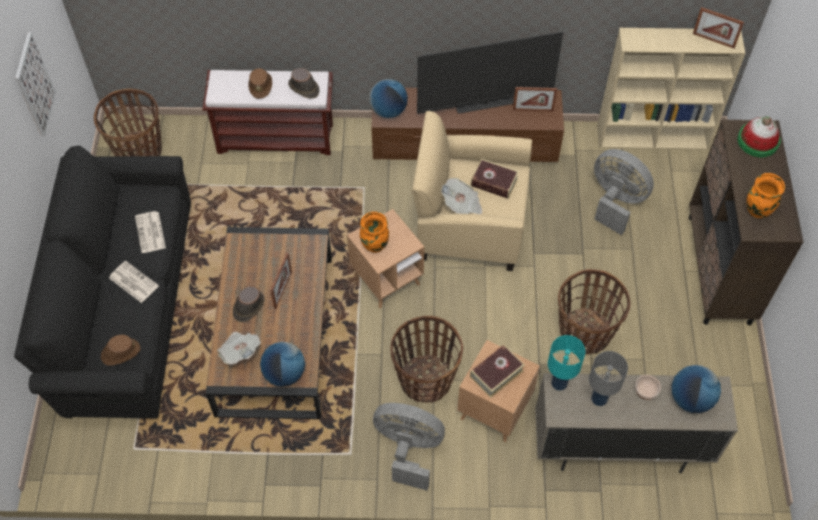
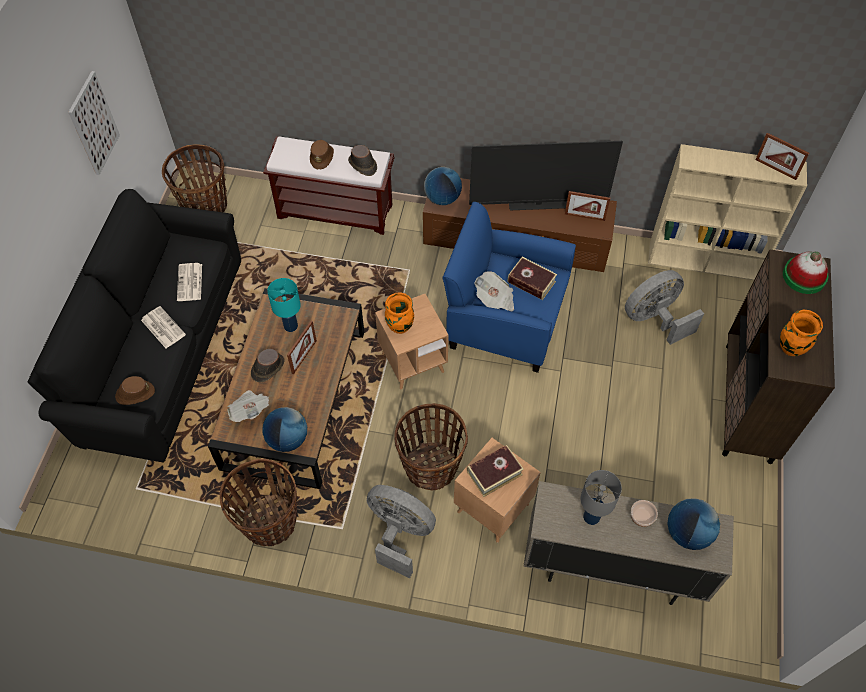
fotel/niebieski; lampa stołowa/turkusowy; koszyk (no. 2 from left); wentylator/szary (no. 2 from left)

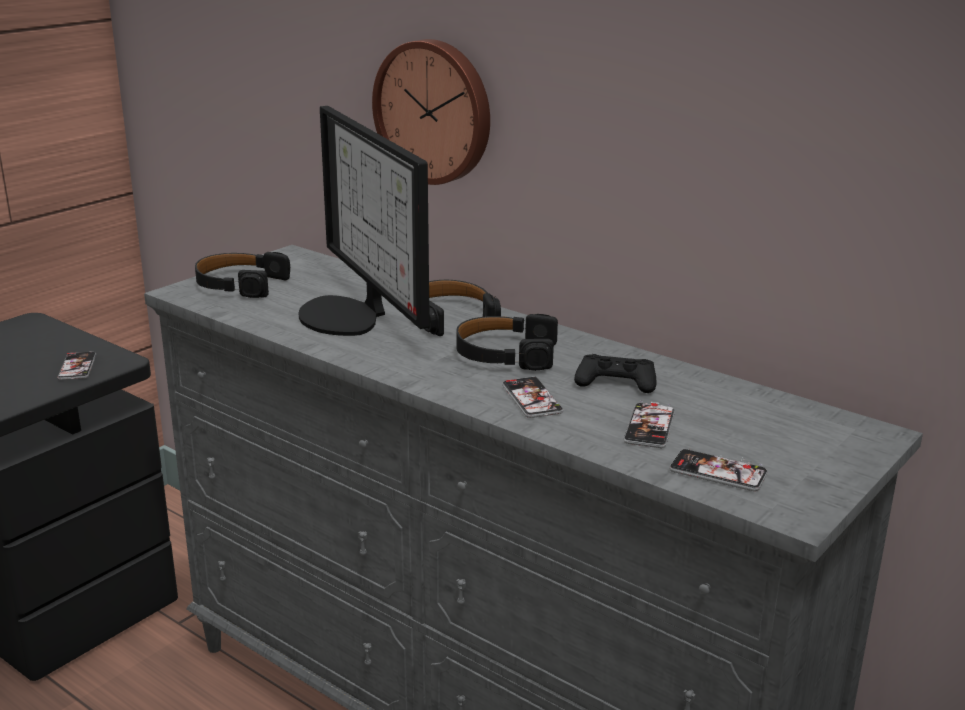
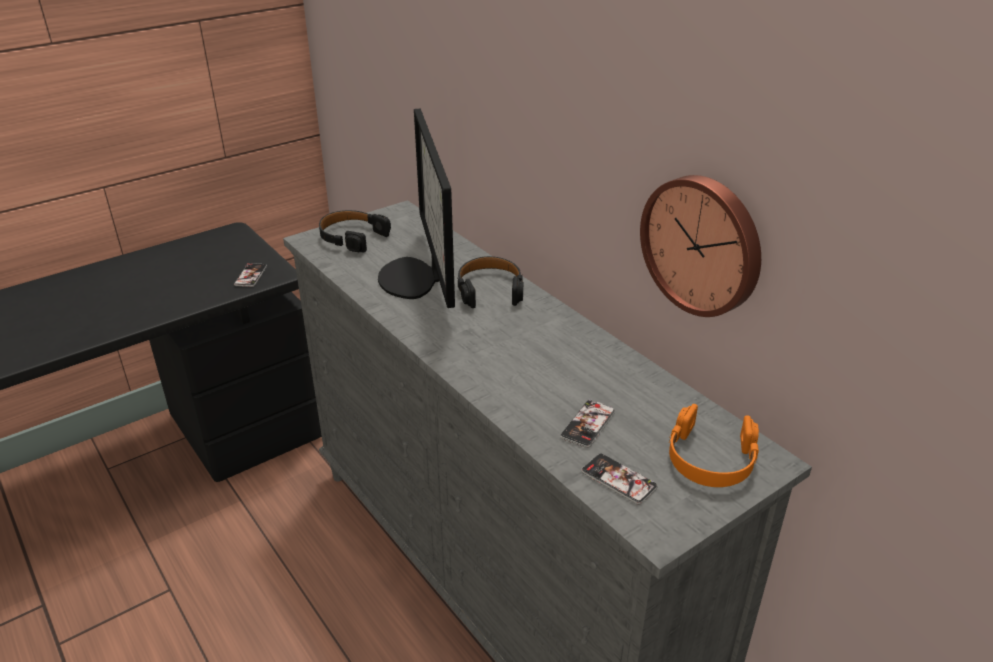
zegar ścienny; słuchawki/czarny (no. 3 from left in the first image); telefon (no. 2 from left in the first image); pad do gier/czarny; słuchawki/pomarańczowy

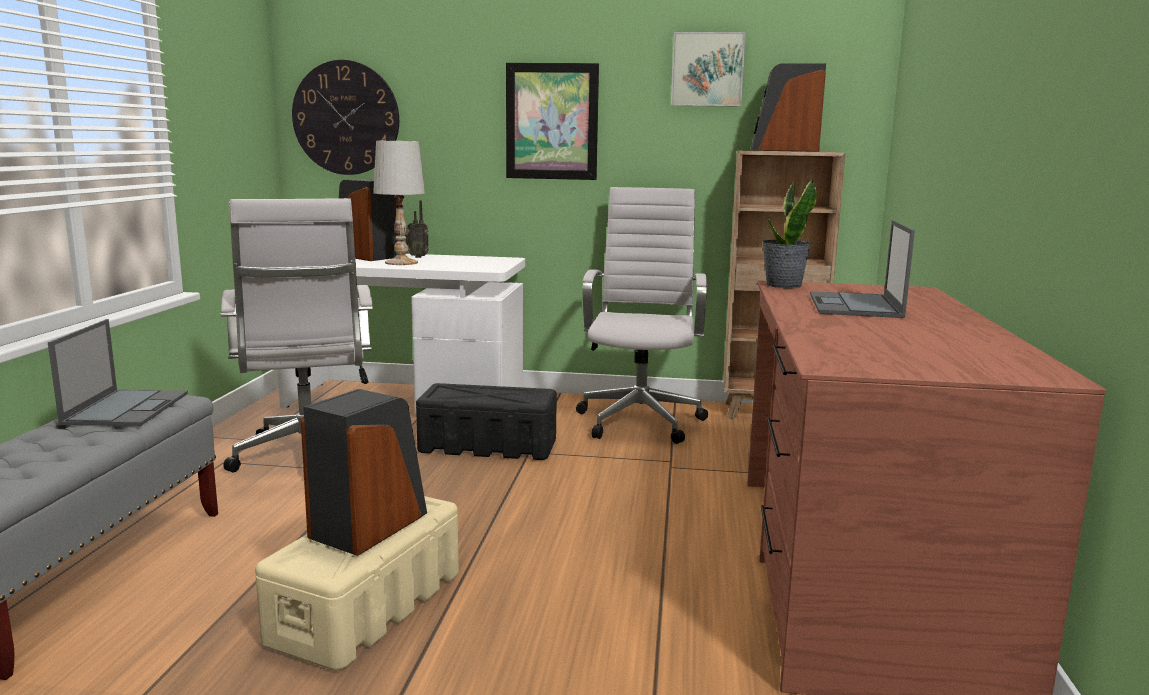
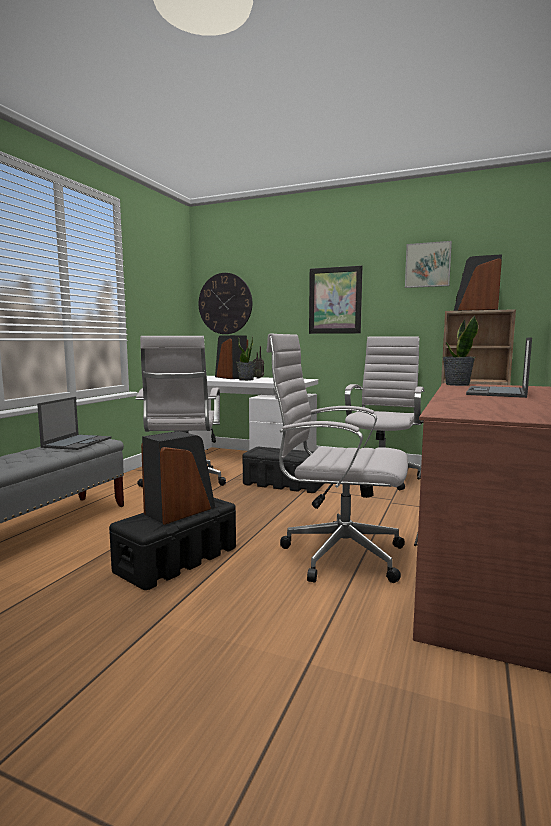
pojemnik do przechowywania/czarny (no. 1 from left); roślina doniczkowa (no. 1 from left); krzesło biurowe/biały (no. 2 from left)

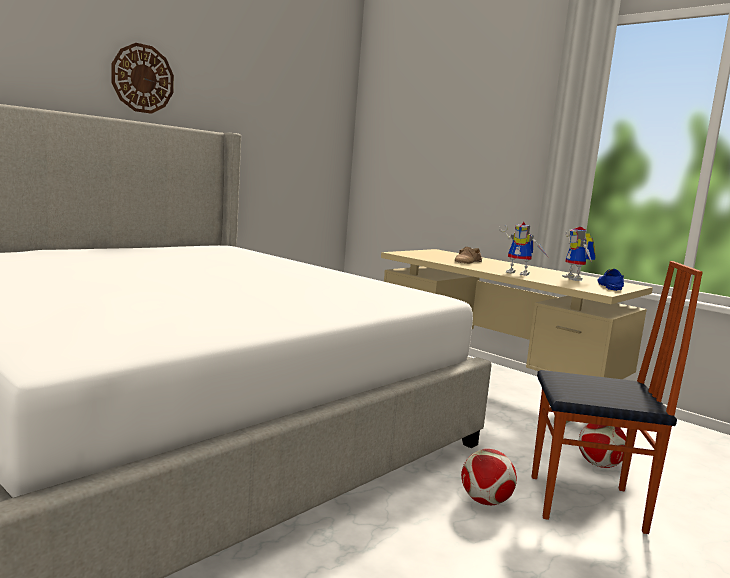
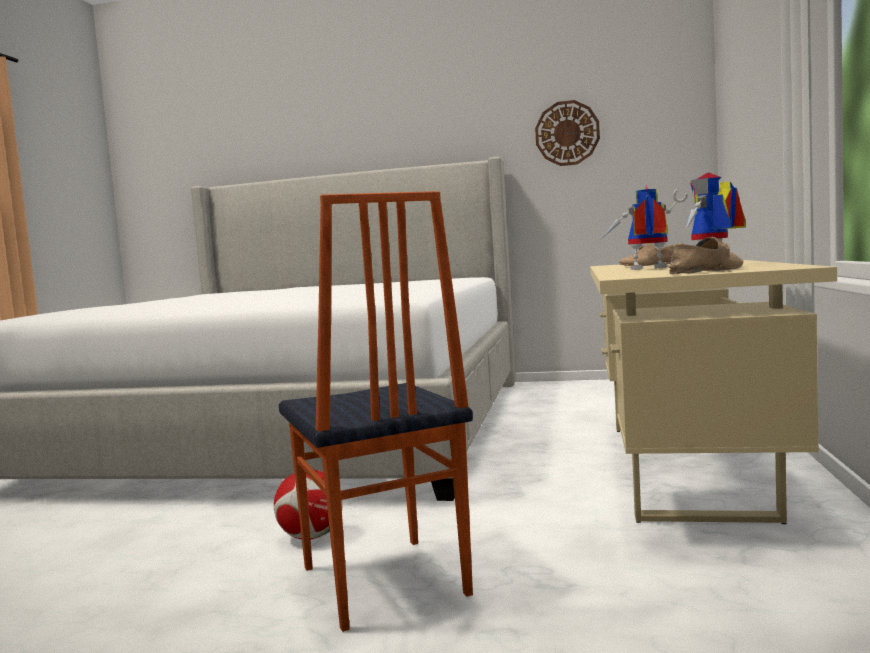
zegar ścienny; robot zabawkowy (no. 1 from left); piłka futbolowa (no. 2 from left in the first image); but/beżowy (no. 2 from left)

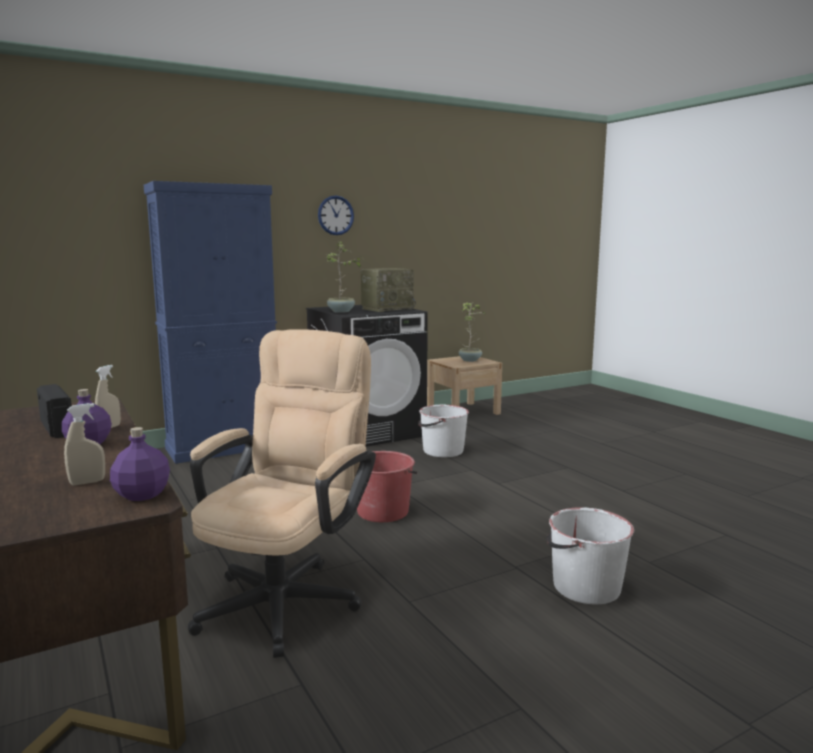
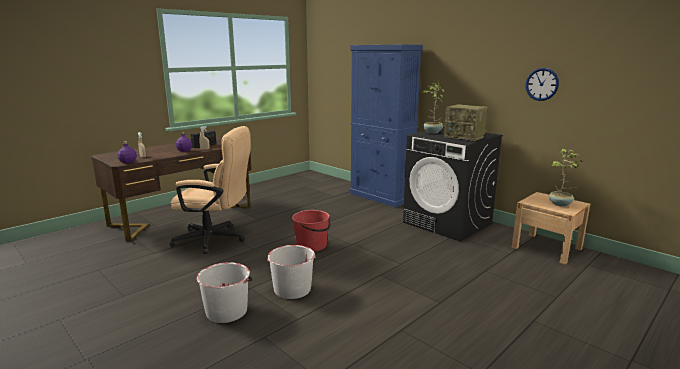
zegar ścienny; wiadro/biały (no. 2 from left)

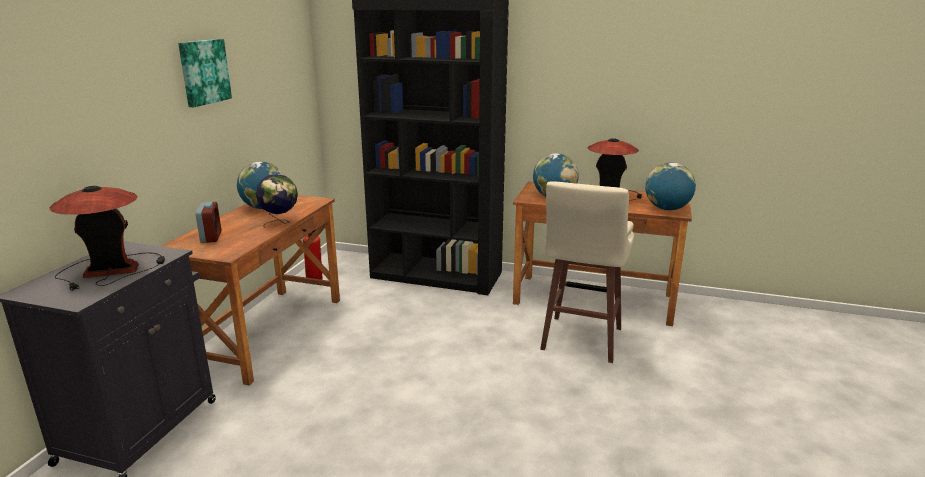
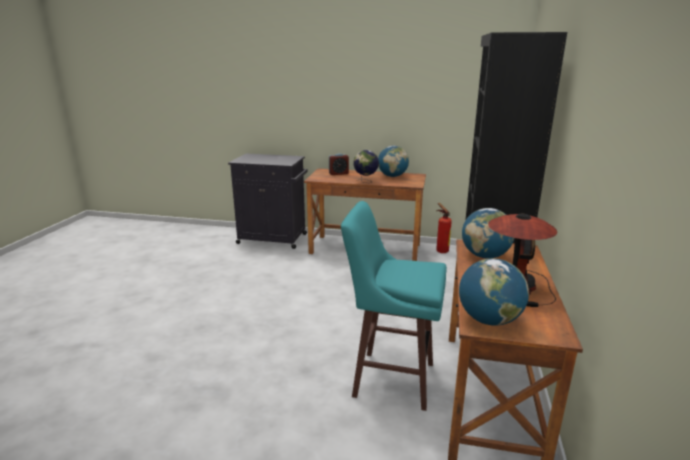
lampa stołowa (no. 1 from left in the first image); obraz; stołek/turkusowy

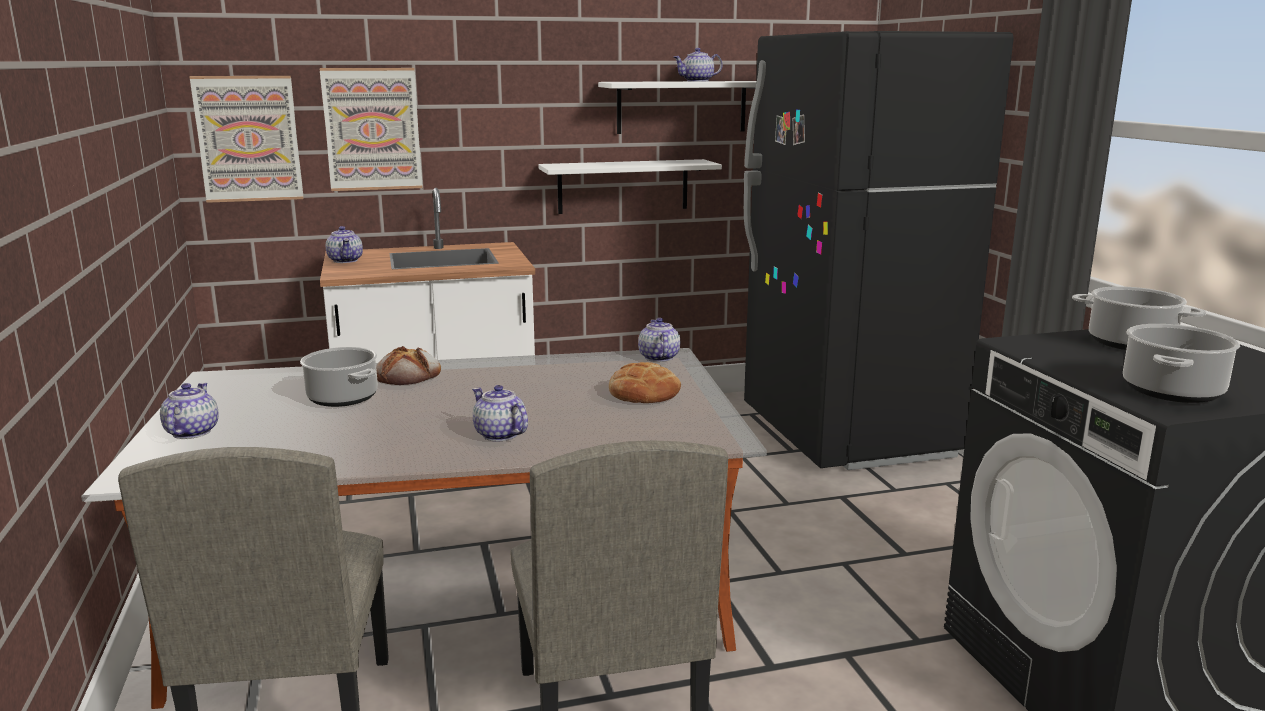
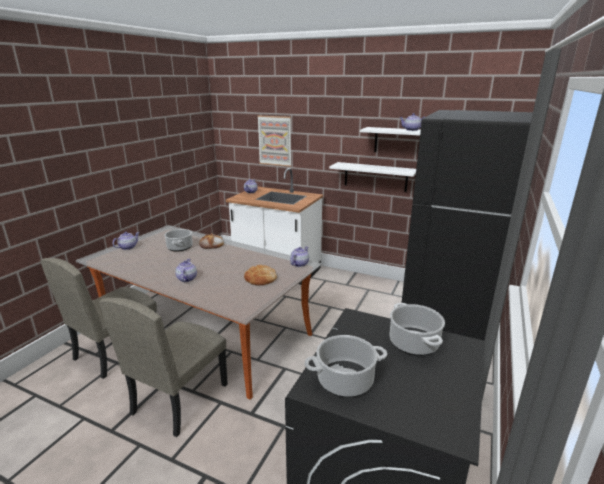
obraz (no. 1 from left in the first image)

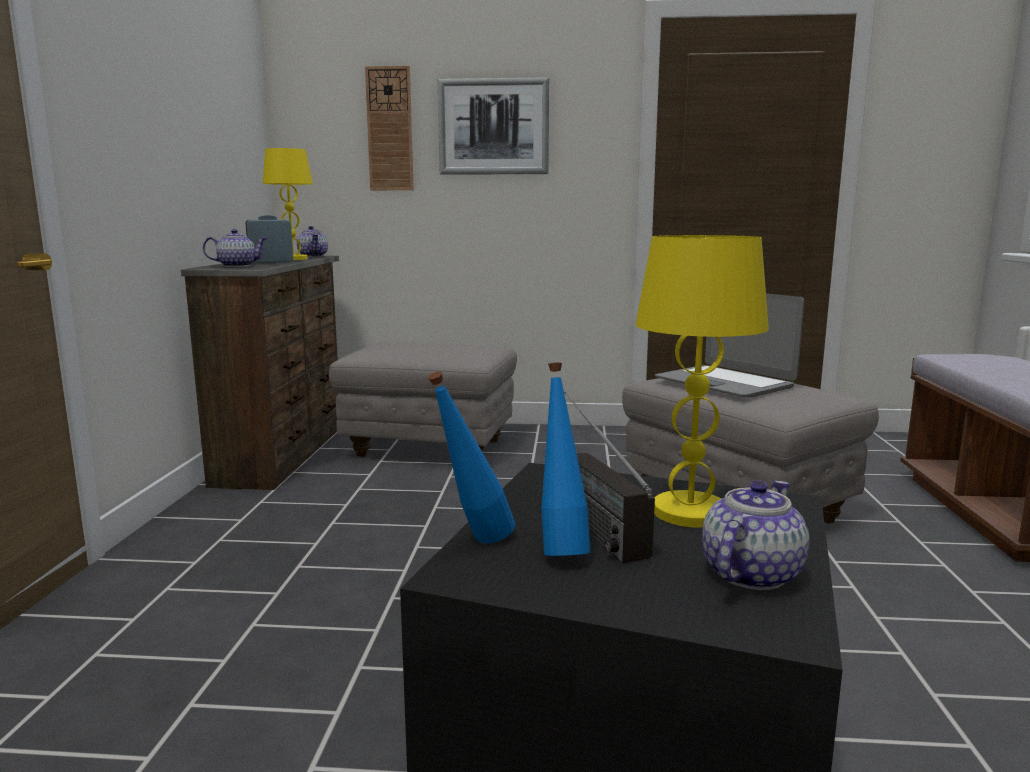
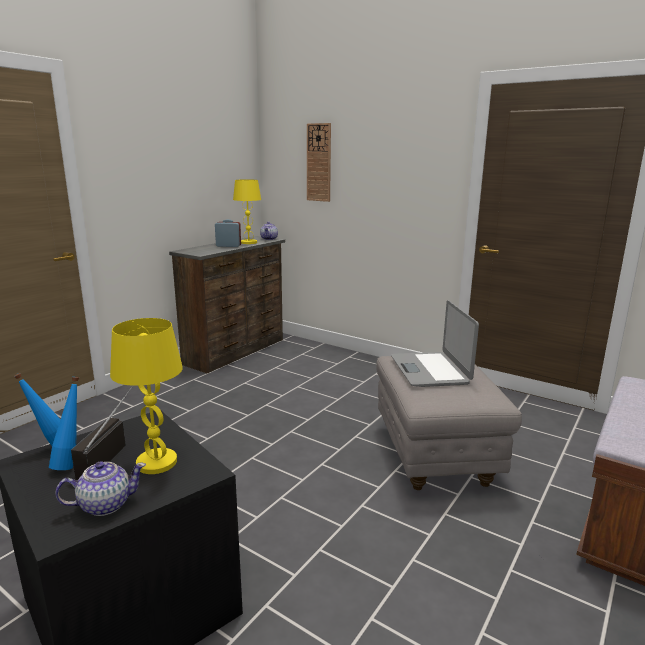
imbryk (no. 1 from left in the first image); pufa/szary (no. 1 from left in the first image); obraz

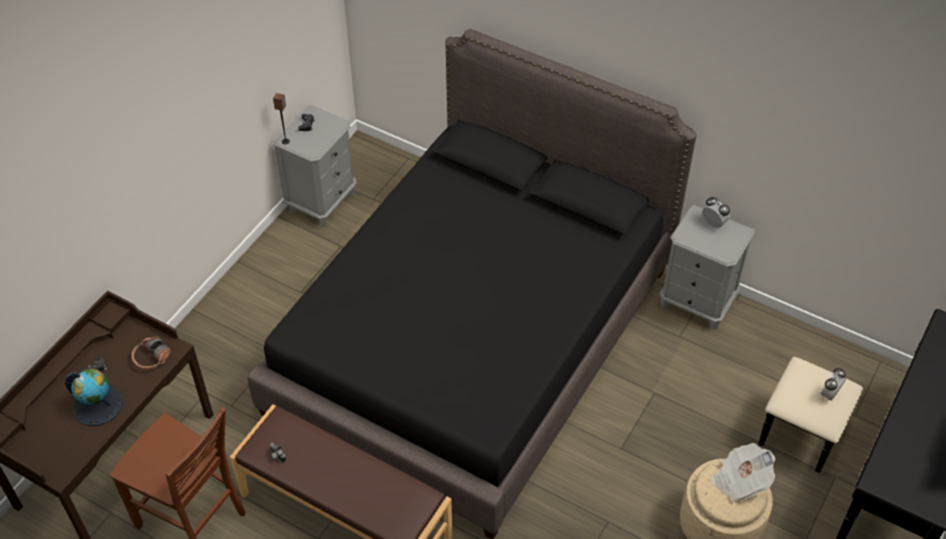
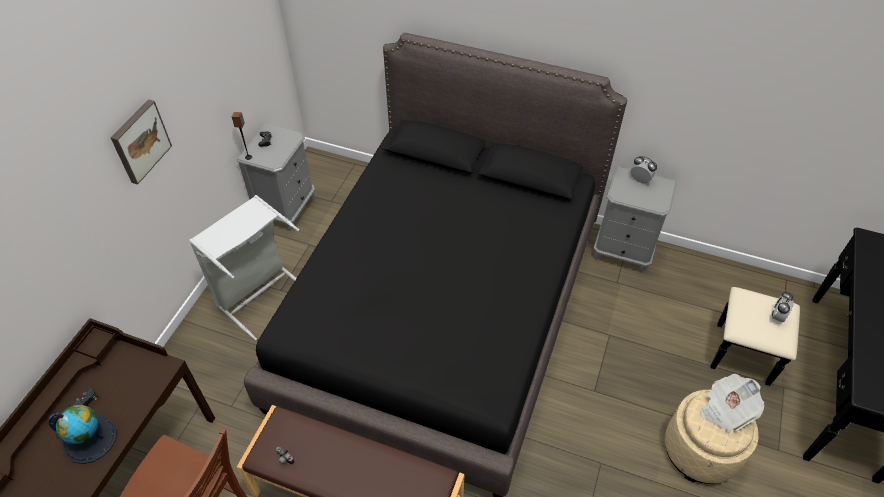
słuchawki; obraz; kosz na pranie/szary

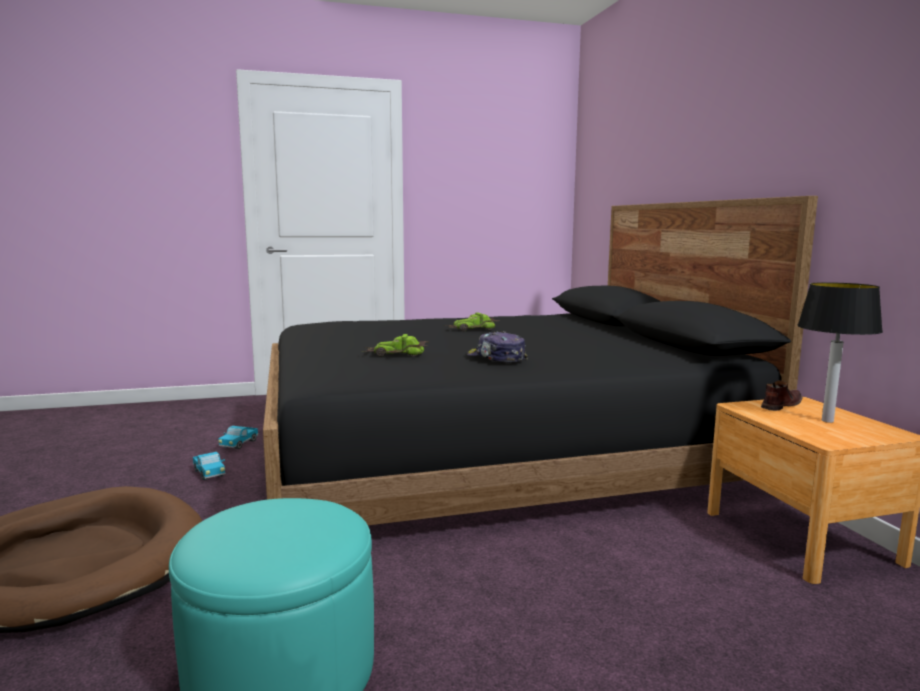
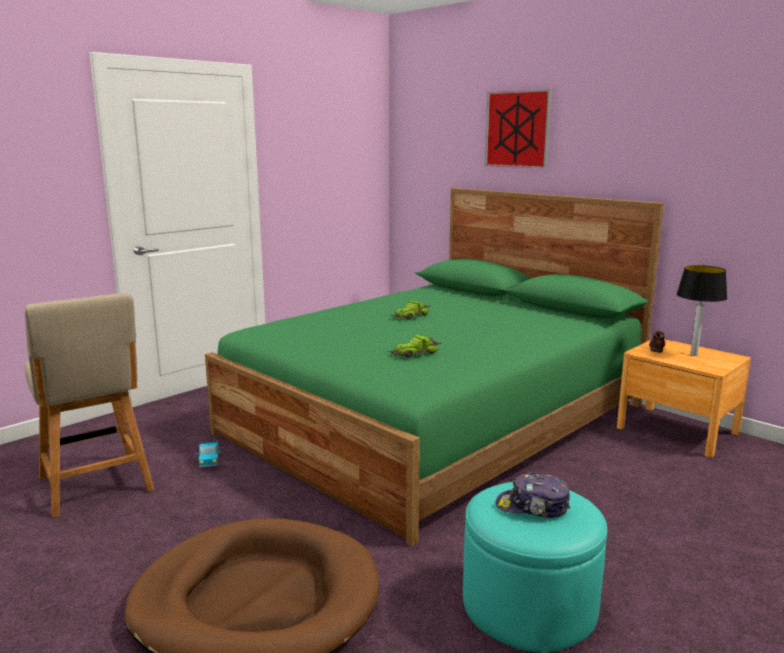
ciężarówka zabawkowa (no. 1 from left in the first image); łóżko/zielony; czapka z daszkiem; krzesło/beżowy; obraz

